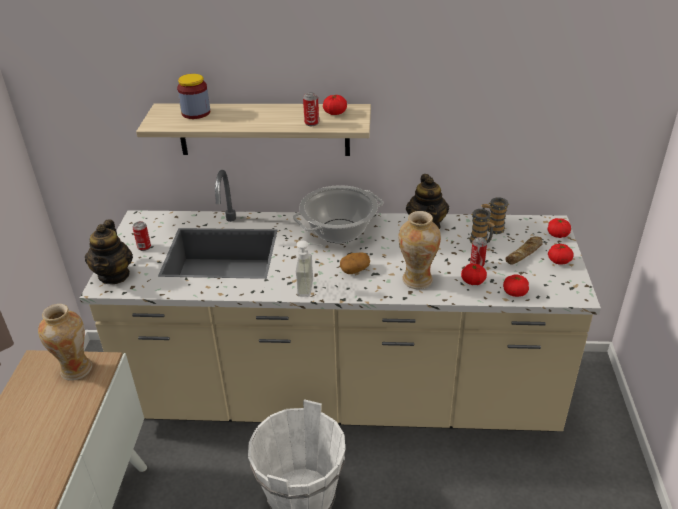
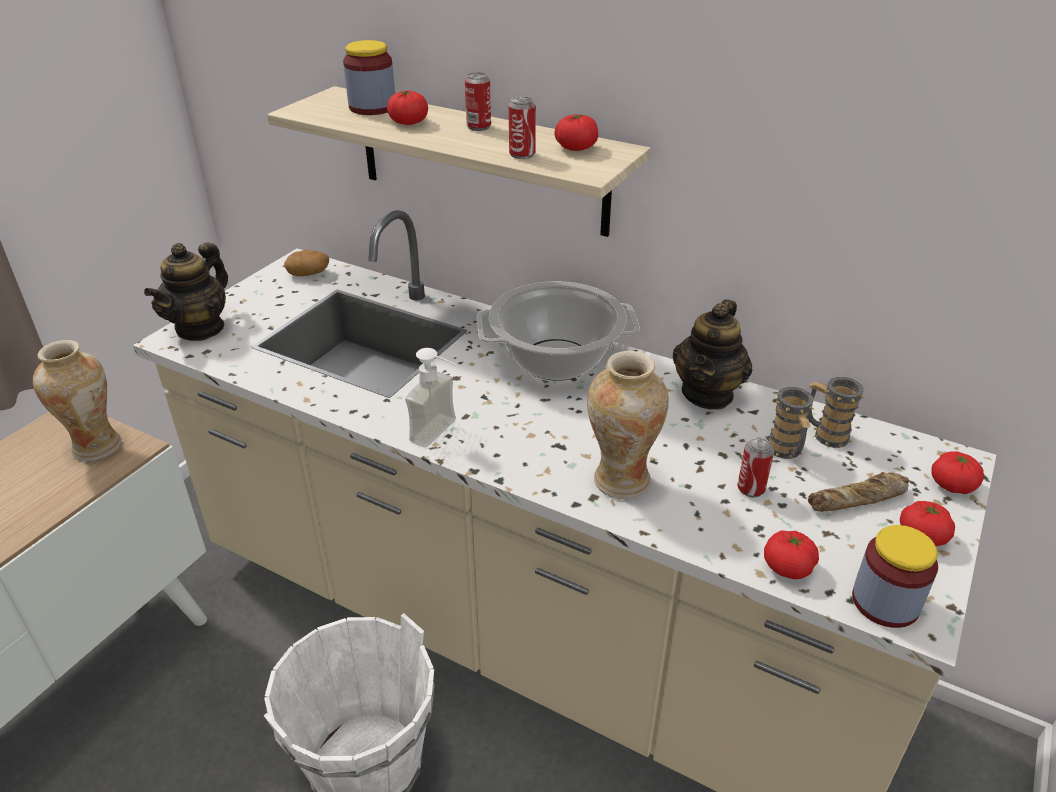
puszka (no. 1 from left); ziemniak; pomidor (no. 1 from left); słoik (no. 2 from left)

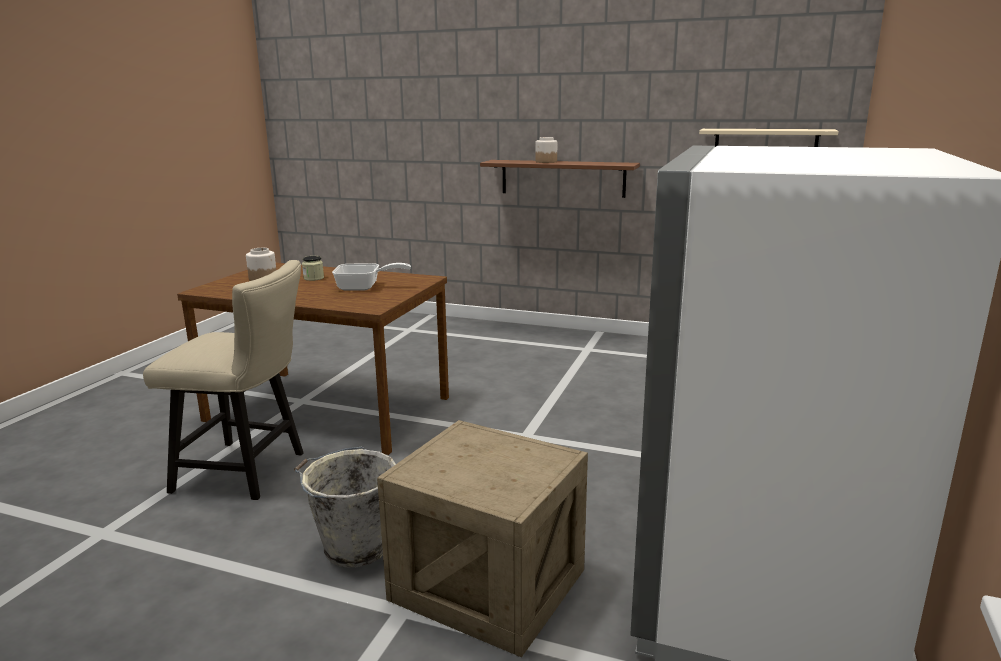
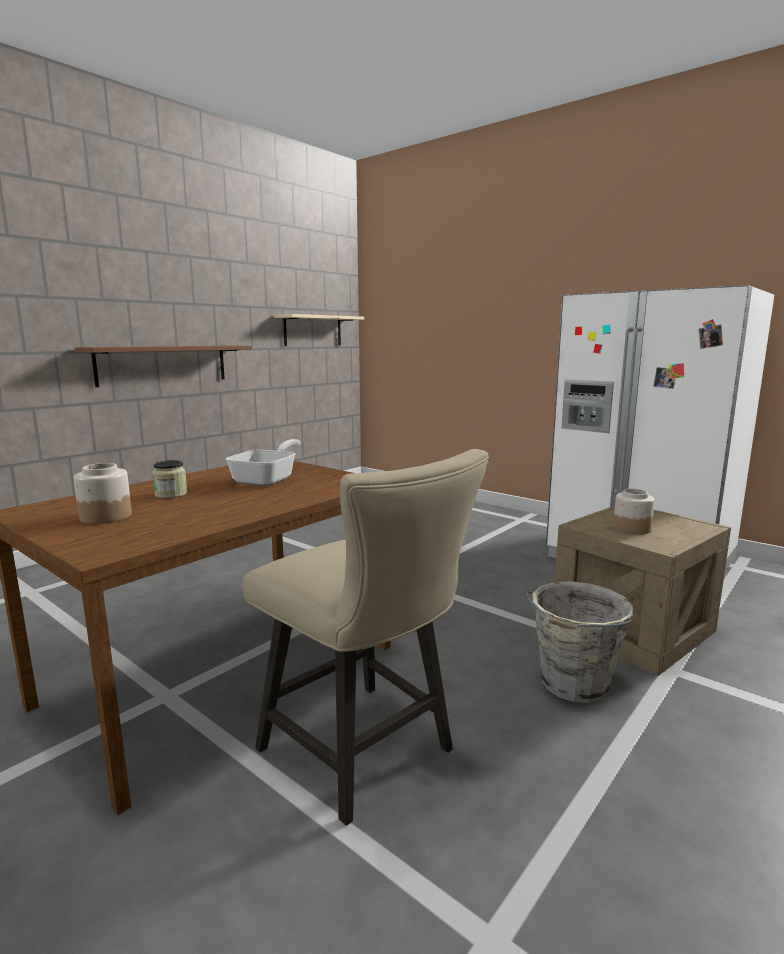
krzesło/beżowy; słoik (no. 3 from left)

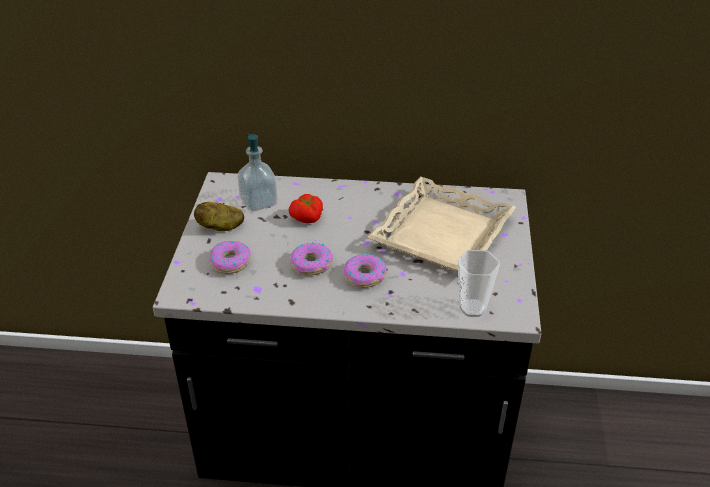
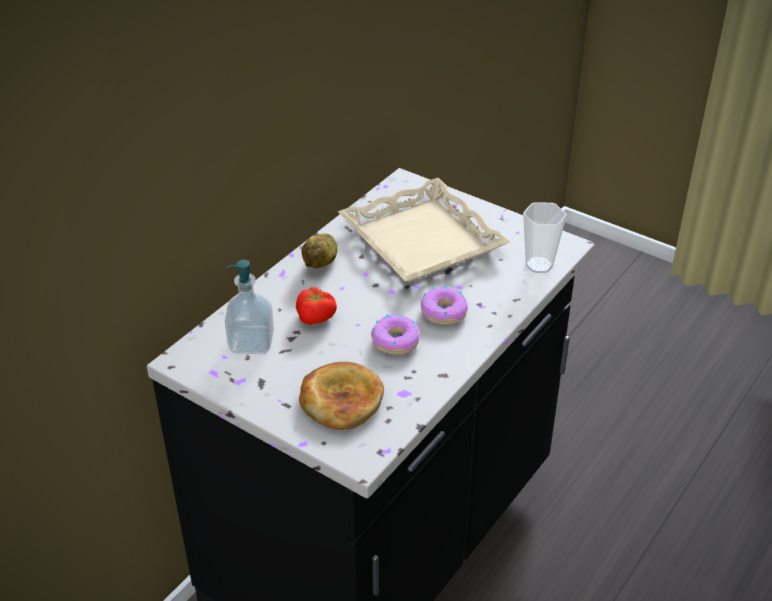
ziemniak; chleb

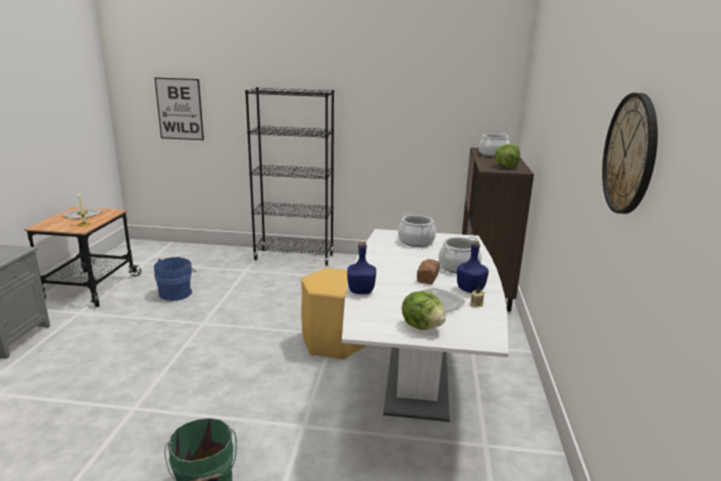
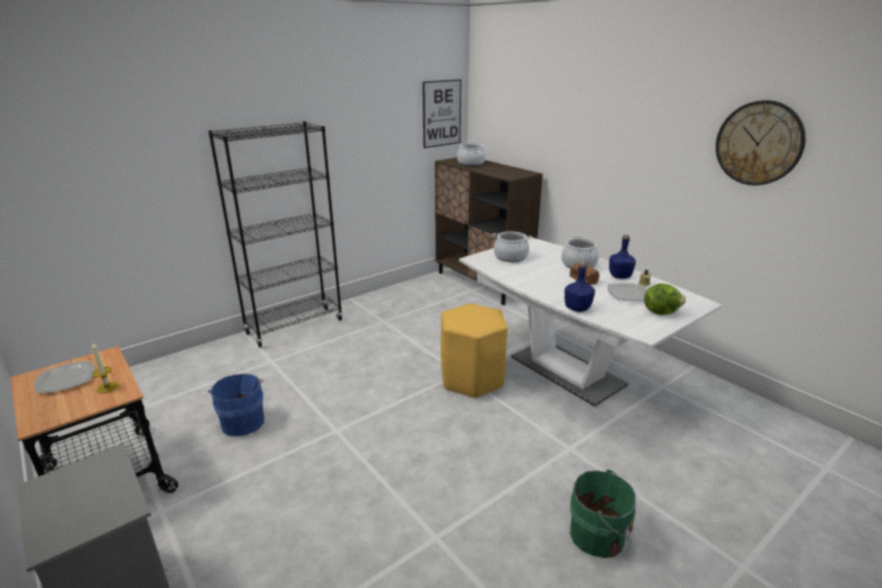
obraz; sałata (no. 2 from left in the first image)

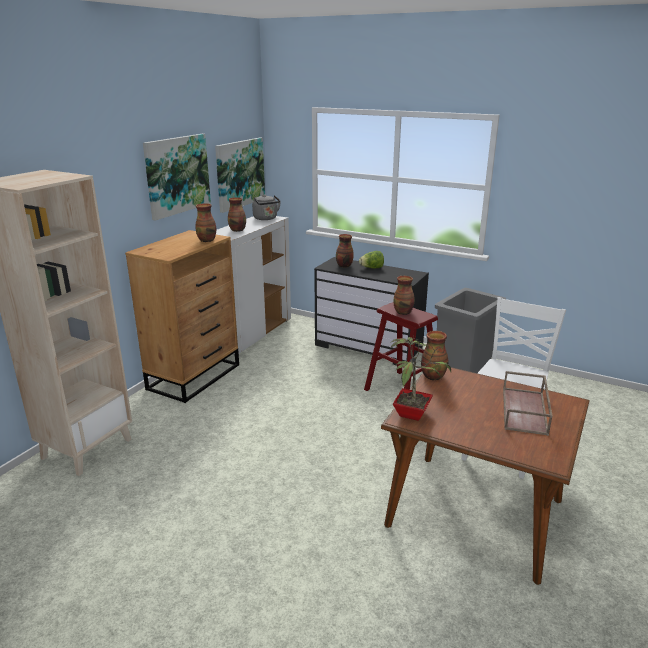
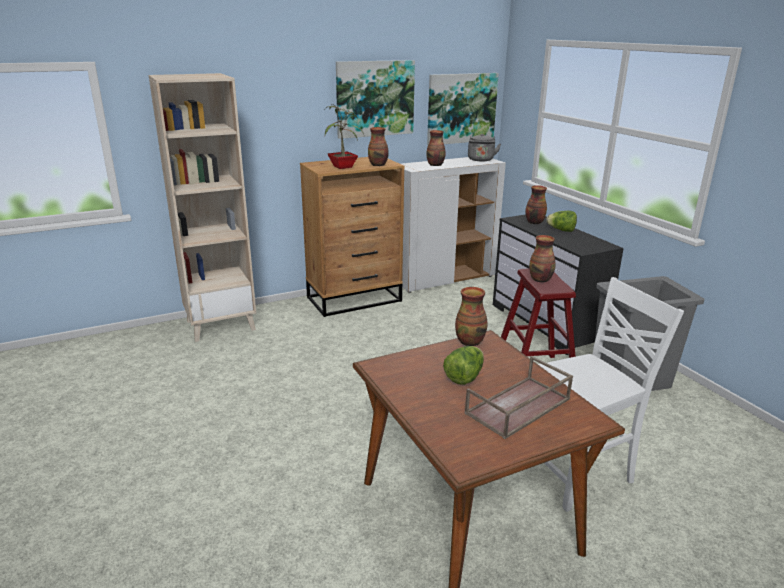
roślina doniczkowa; sałata (no. 1 from left)

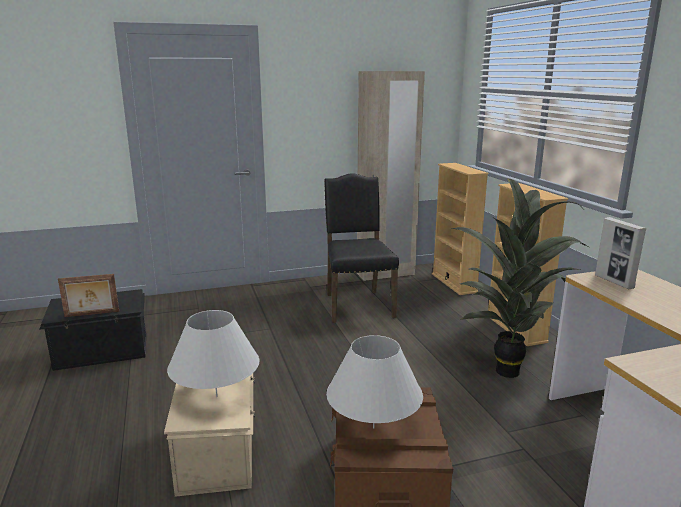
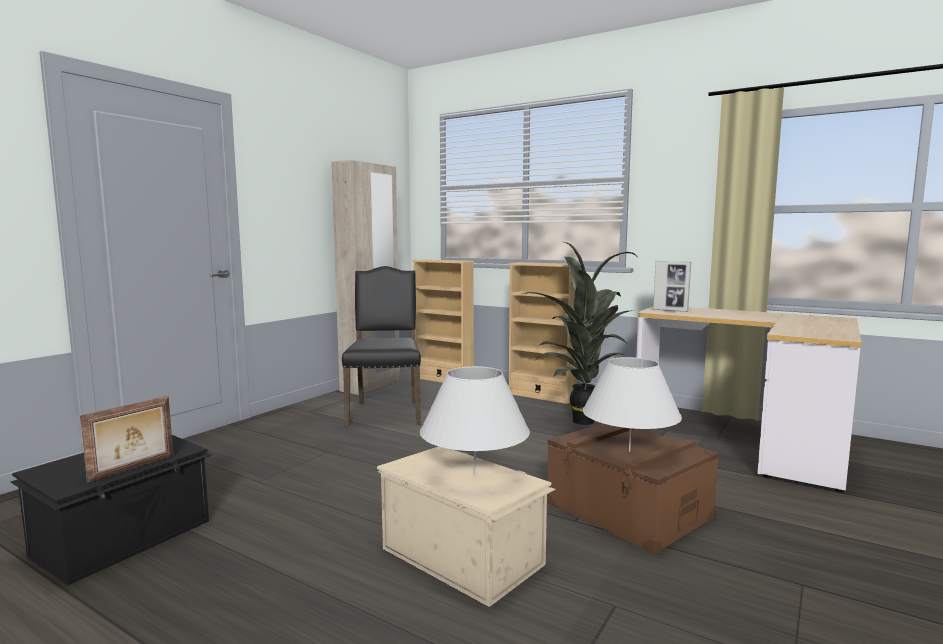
krzesło/czarny

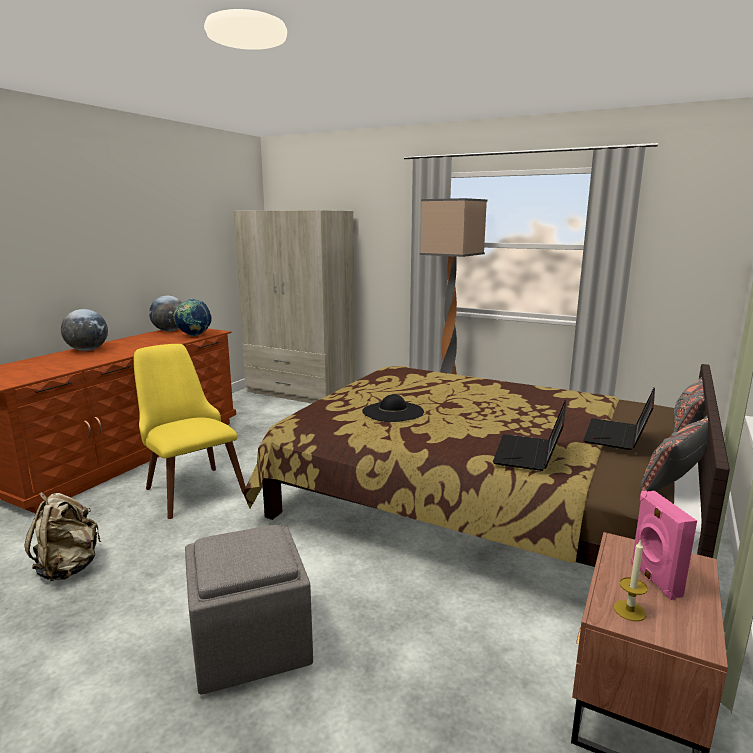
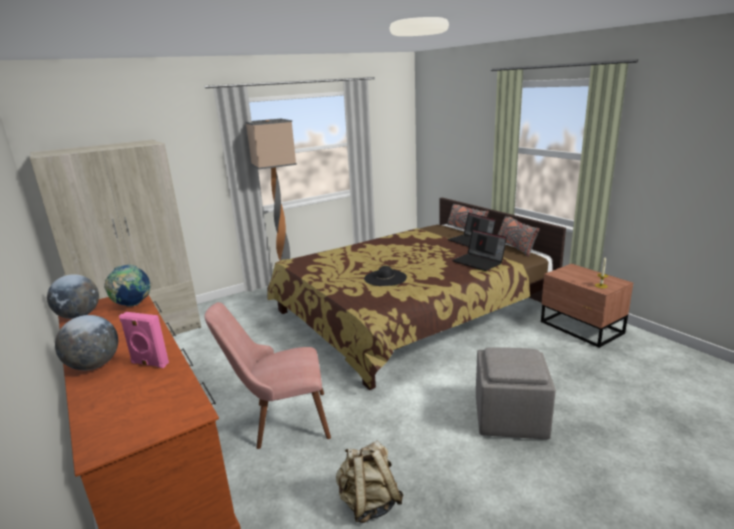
krzesło/różowy; głośnik/różowy

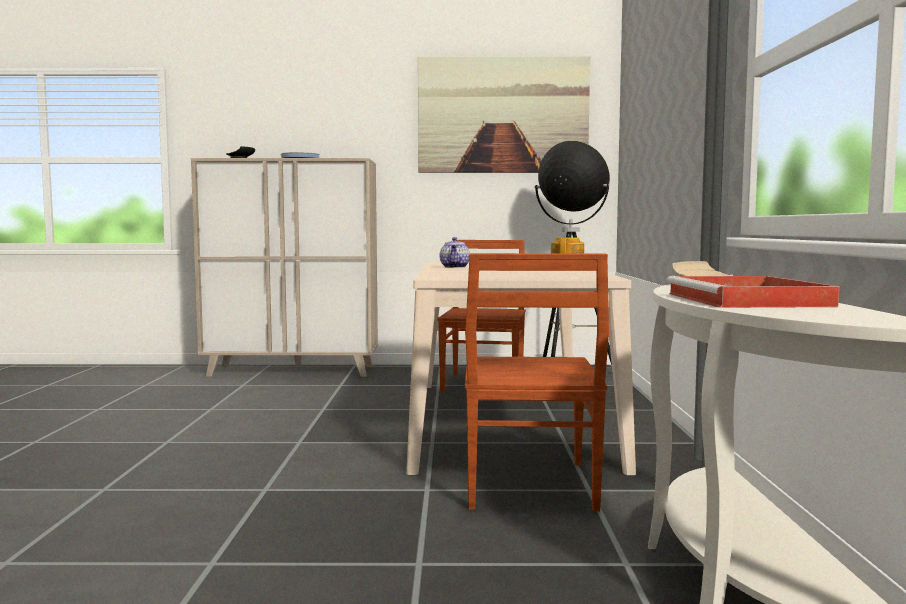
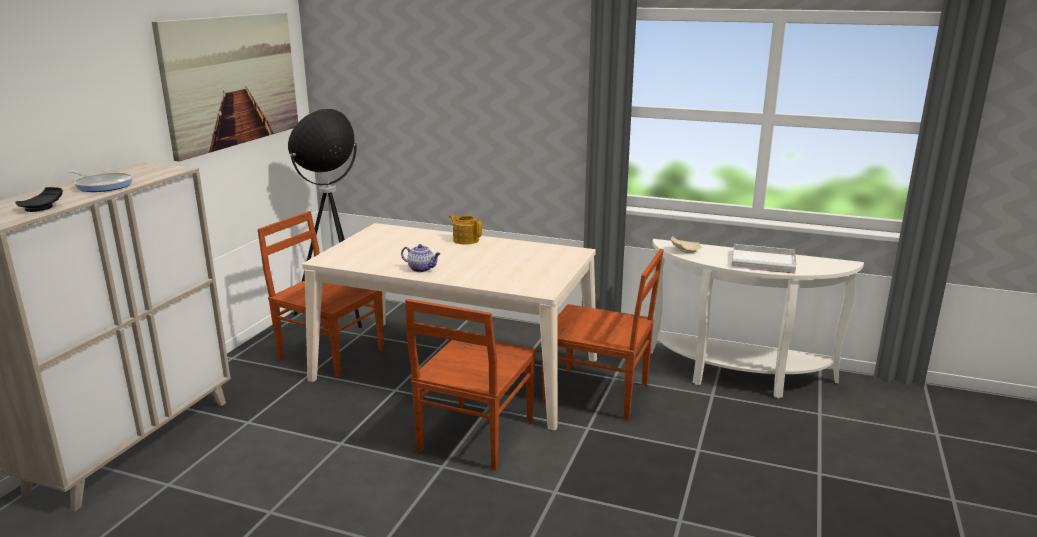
taca/biały; krzesło/brązowy (no. 2 from left)

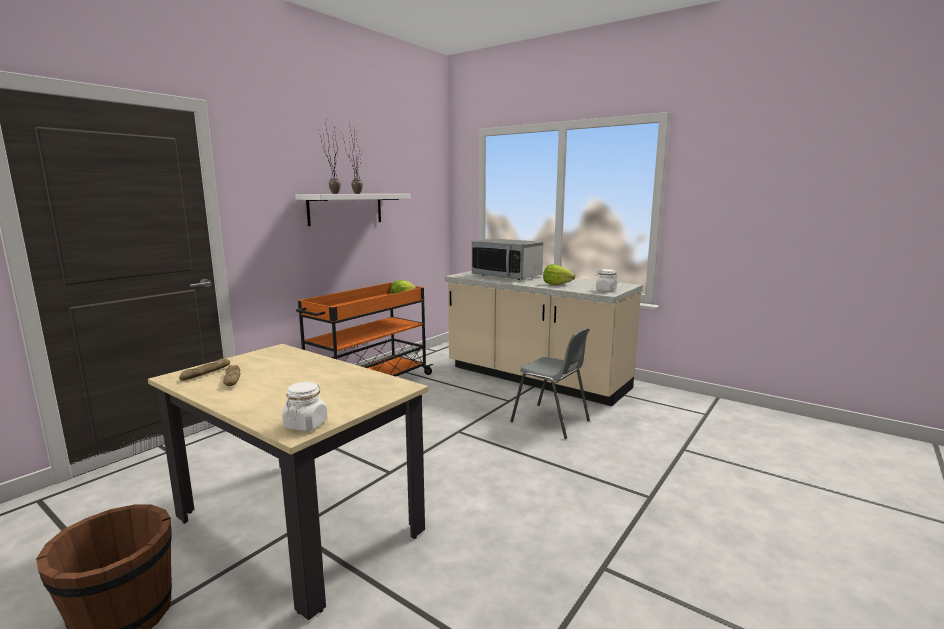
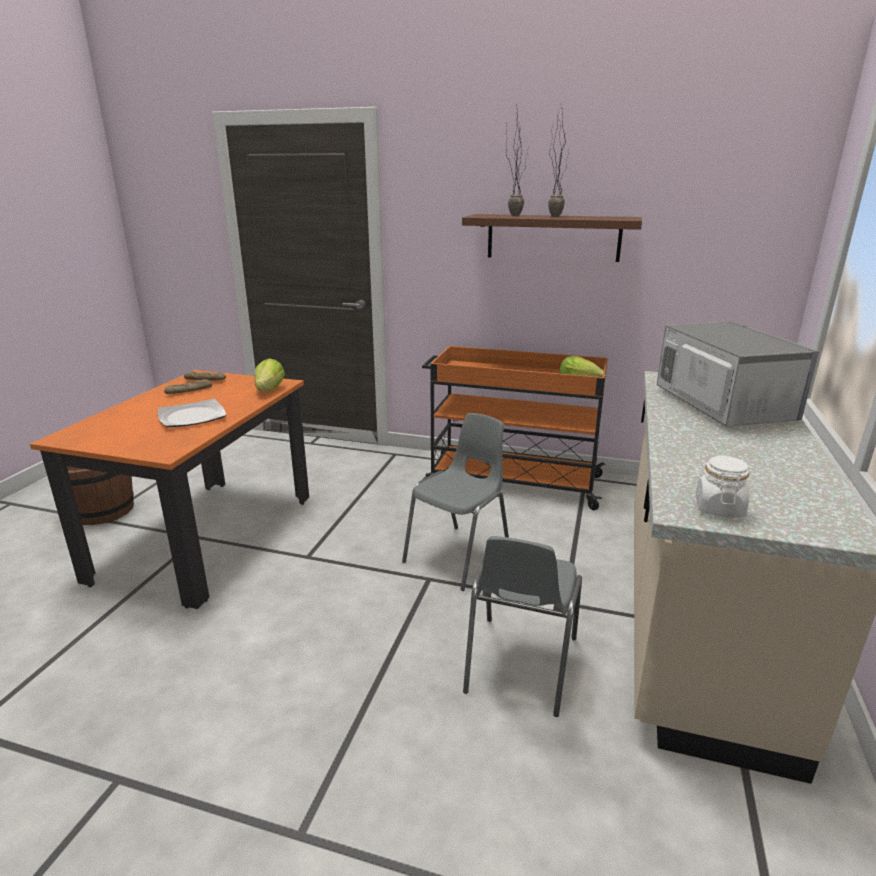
stół jadalny/pomarańczowy; słoik/biały (no. 1 from left in the first image); półka/brązowy; mikrofalówka; sałata (no. 1 from left); talerz; krzesło/szary (no. 1 from left)

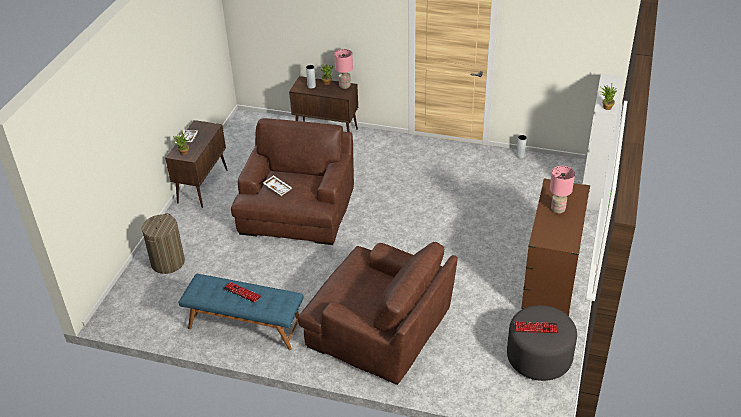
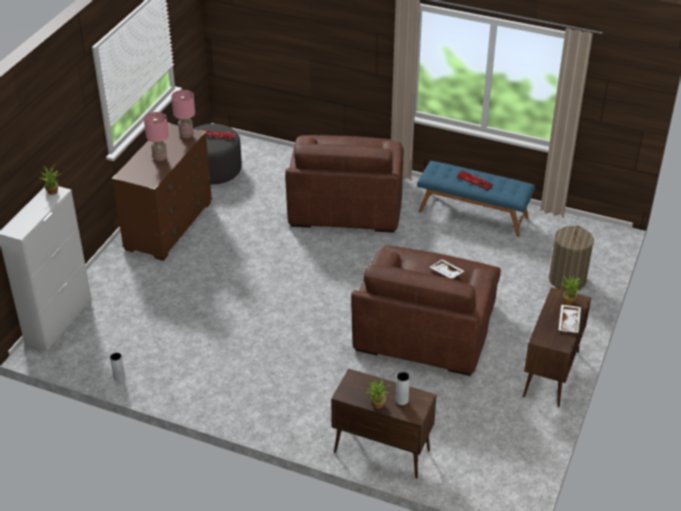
fotel/brązowy (no. 1 from left); lampa stołowa/różowy (no. 2 from left)

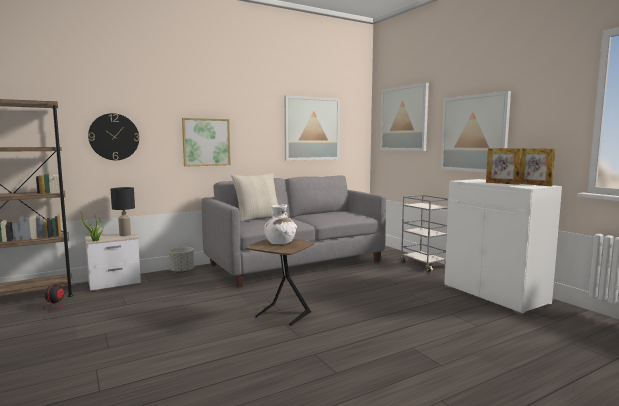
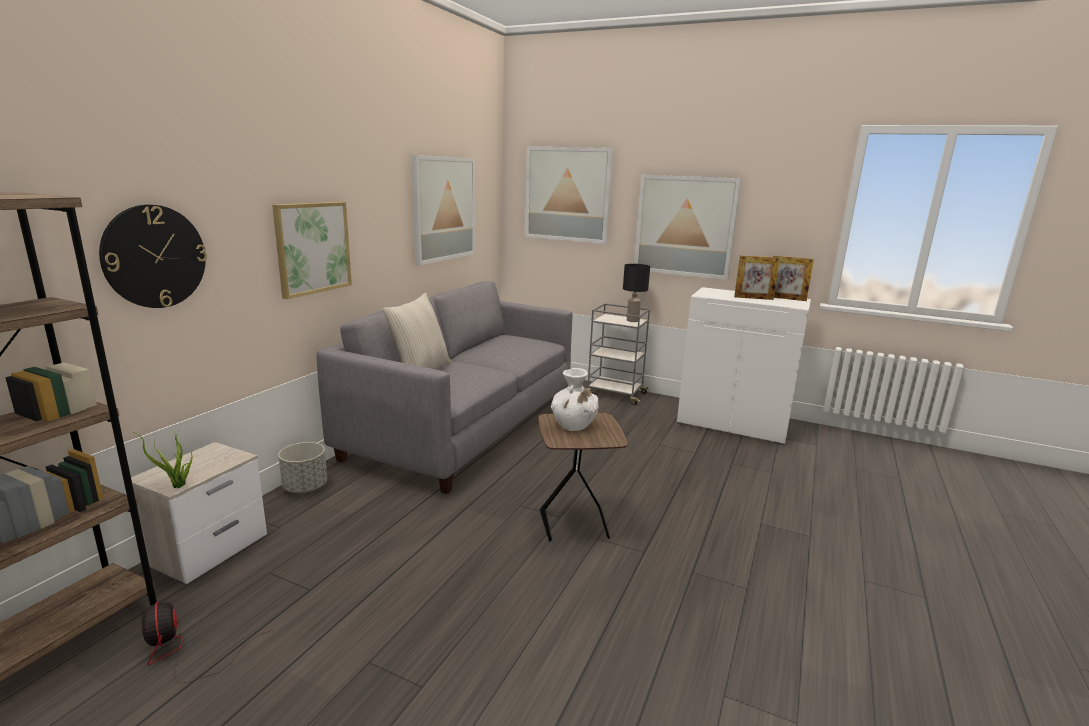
lampa stołowa/czarny

